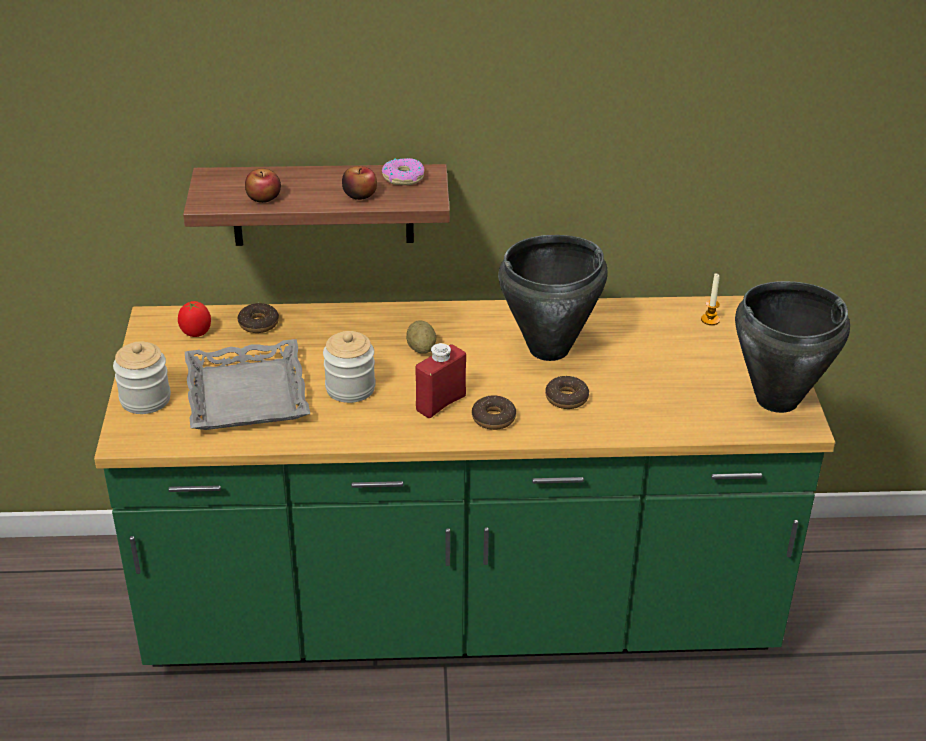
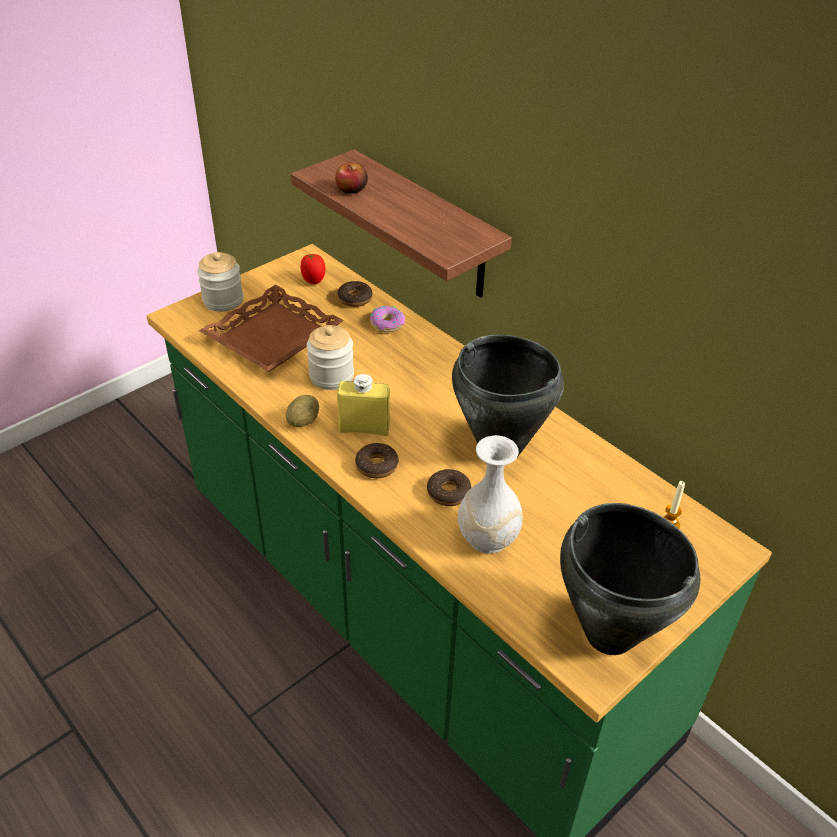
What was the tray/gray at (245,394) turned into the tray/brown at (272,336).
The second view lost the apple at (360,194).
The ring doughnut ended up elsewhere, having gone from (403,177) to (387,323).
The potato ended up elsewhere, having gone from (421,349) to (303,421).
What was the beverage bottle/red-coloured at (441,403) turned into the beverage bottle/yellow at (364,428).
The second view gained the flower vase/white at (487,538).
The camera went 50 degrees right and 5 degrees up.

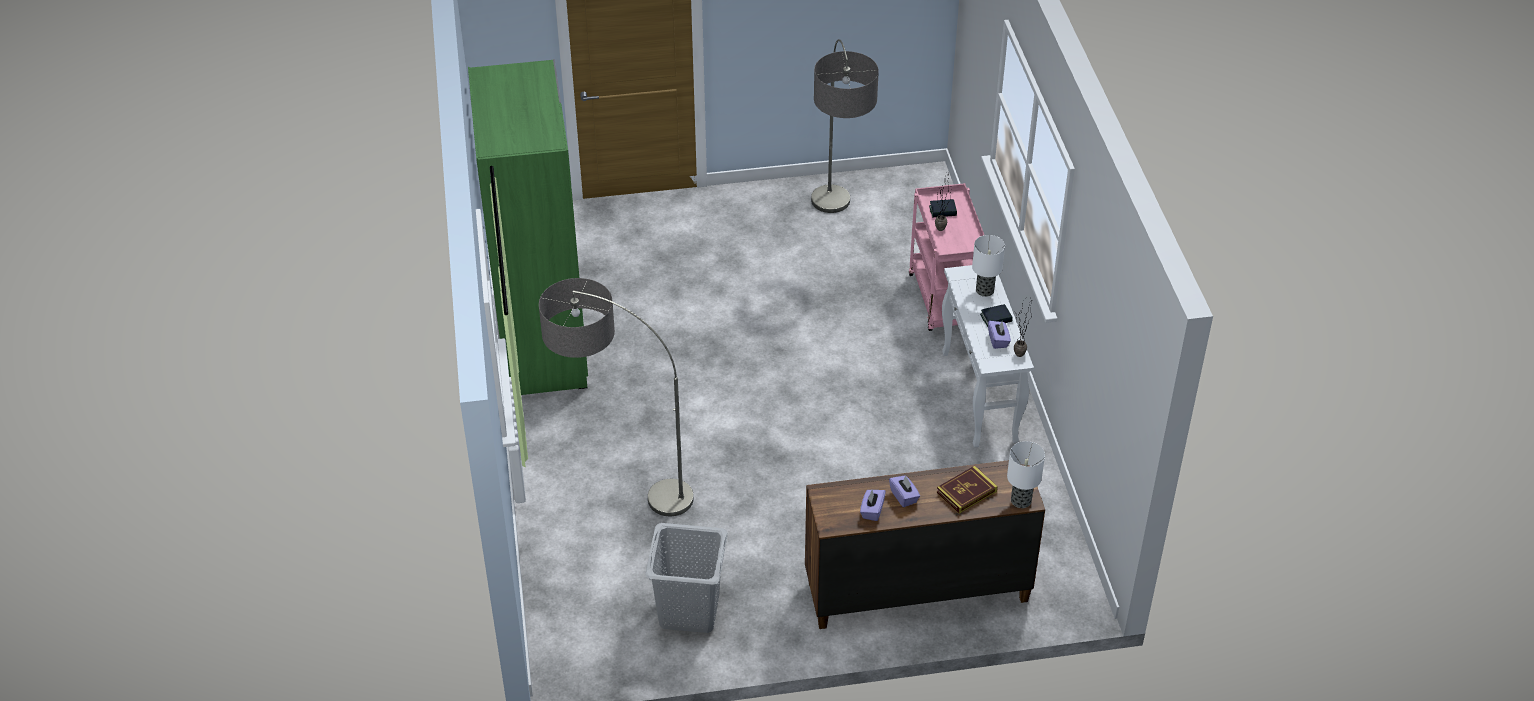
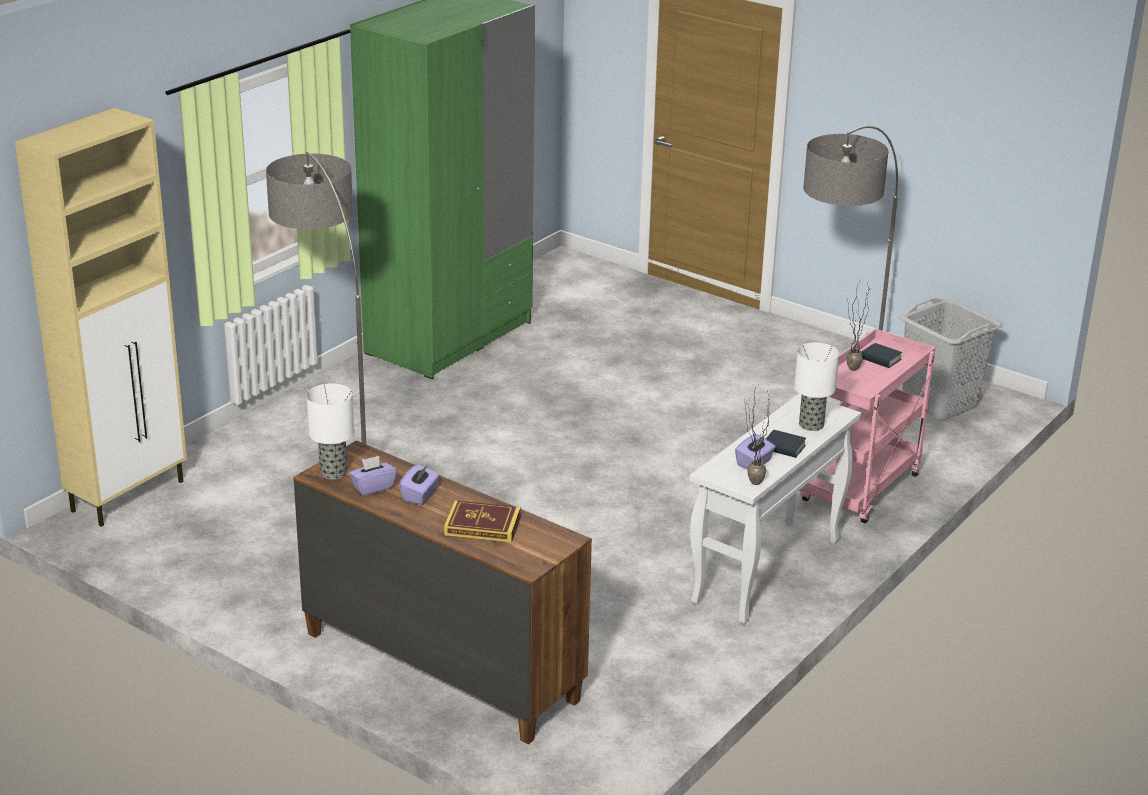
The laundry basket/gray ended up elsewhere, having gone from (689,610) to (939,403).
The table lamp ended up elsewhere, having gone from (1020,500) to (334,472).
The second view gained the storage cabinet/sand-coloured at (129,495).
The camera went 45 degrees right and 15 degrees down.

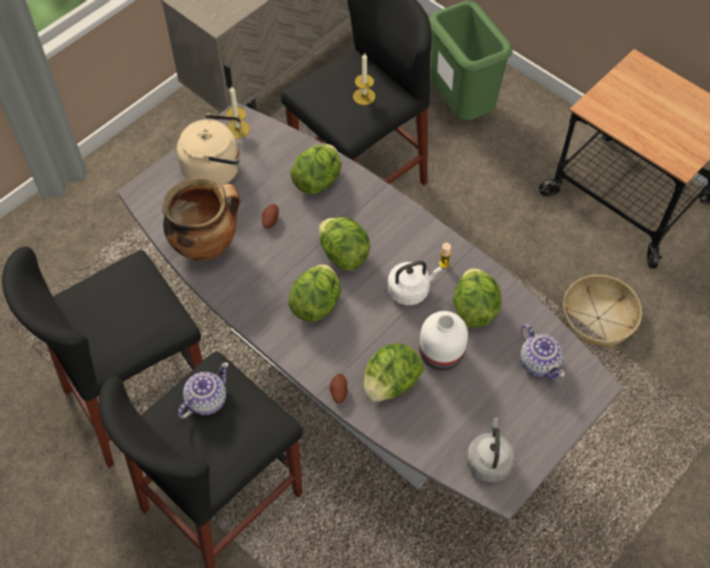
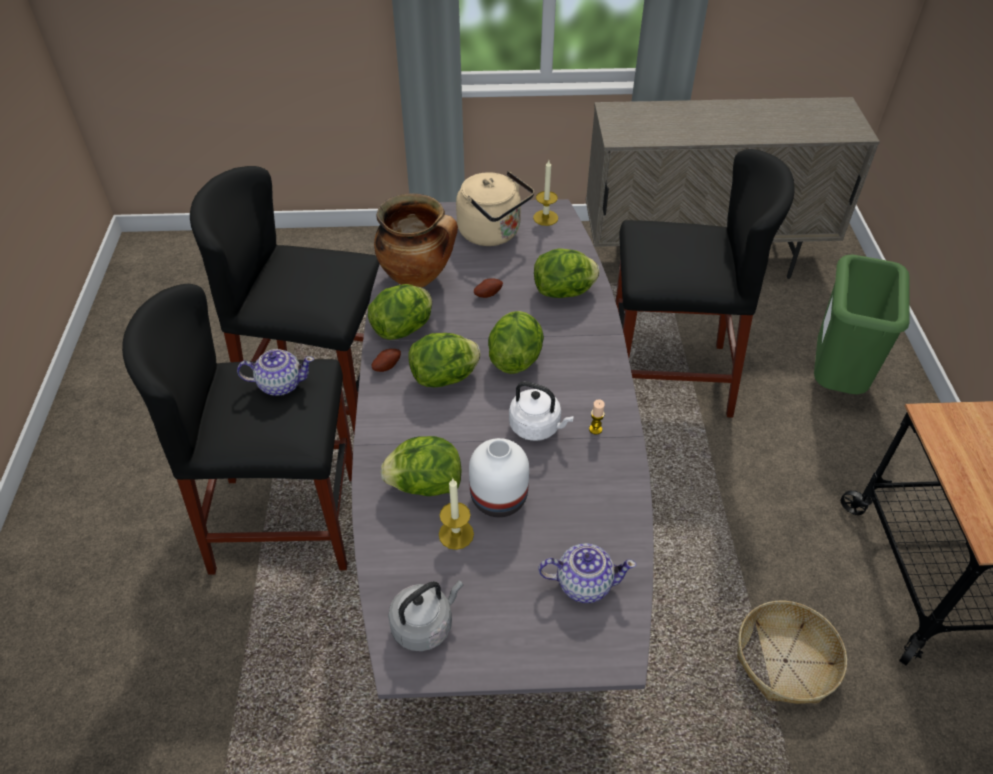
The potato ended up elsewhere, having gone from (338,392) to (386,366).
The wax candle ended up elsewhere, having gone from (364,96) to (456,534).
The head of lettuce ended up elsewhere, having gone from (474,308) to (404,328).
The teapot at (539,362) ended up facing another way, 105 degrees counterclockwise from before.
The camera went 45 degrees right and 10 degrees down.

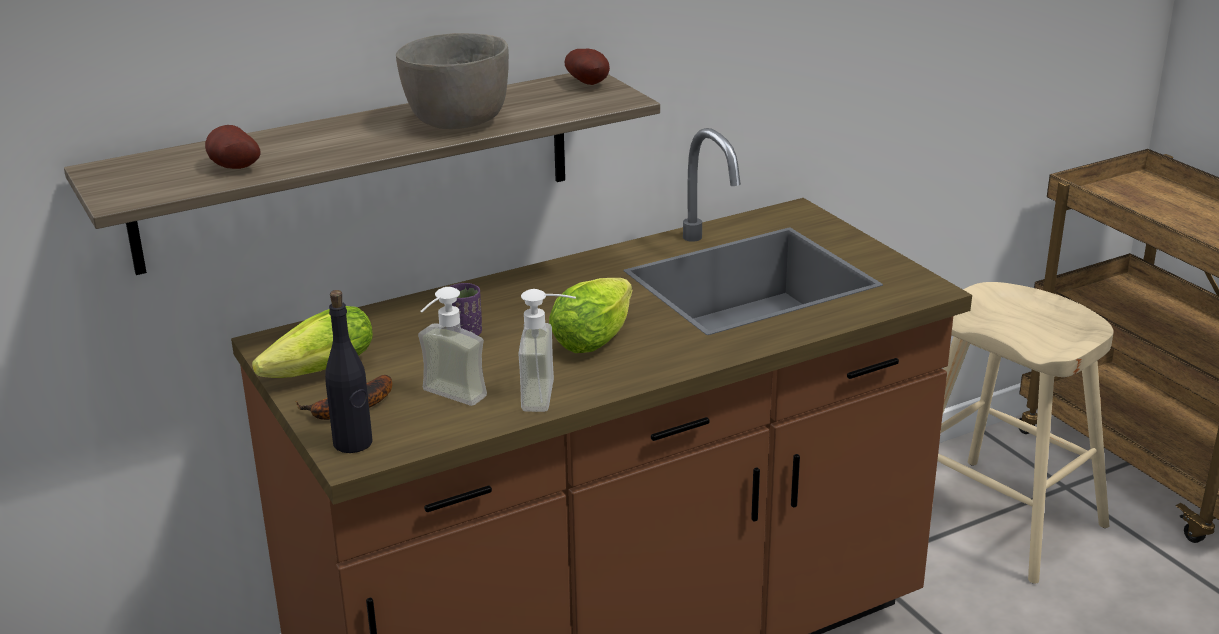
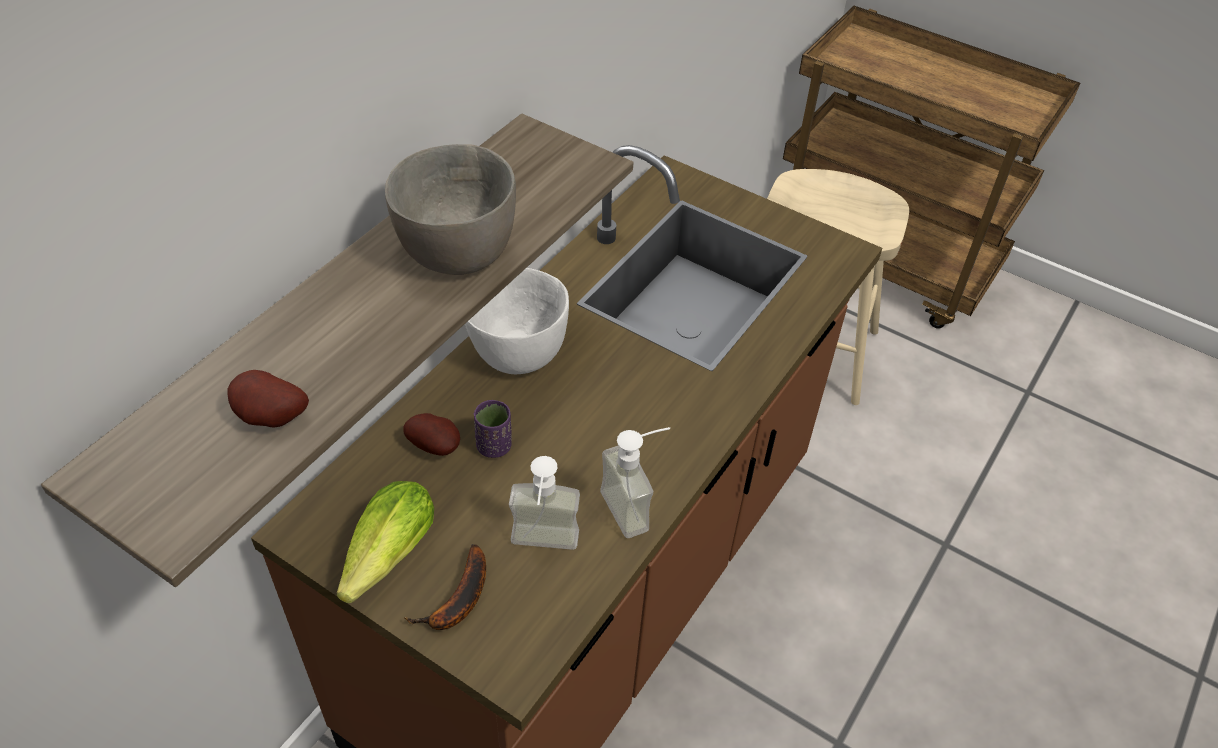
The second view lost the beverage bottle/black-coloured at (353,443).
The second view lost the head of lettuce at (597,335).
The potato ended up elsewhere, having gone from (589,83) to (436,446).
The second view gained the serving bowl/white at (516,351).
The camera went 30 degrees left and 20 degrees up.

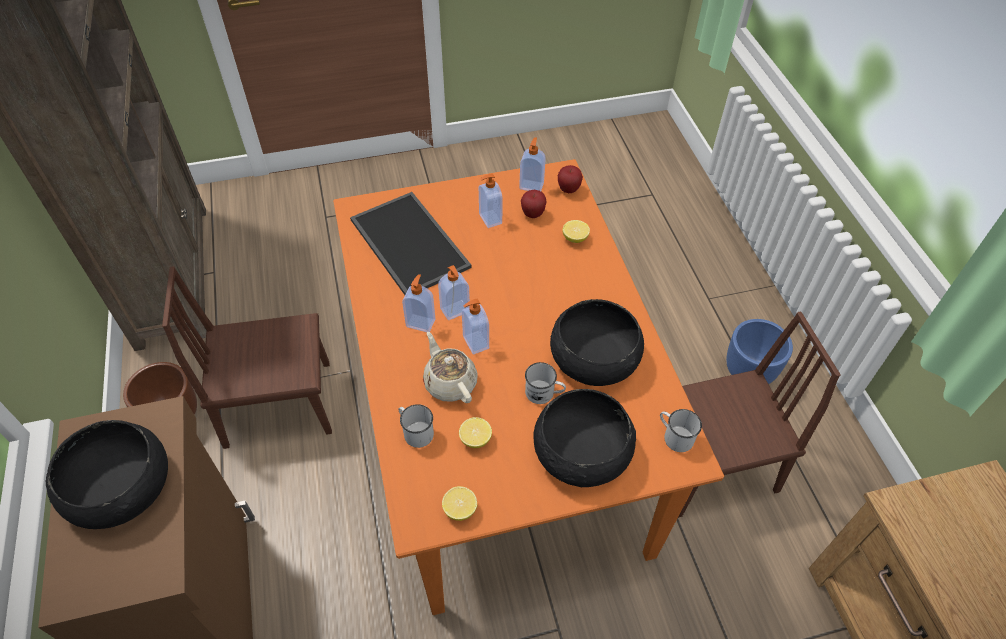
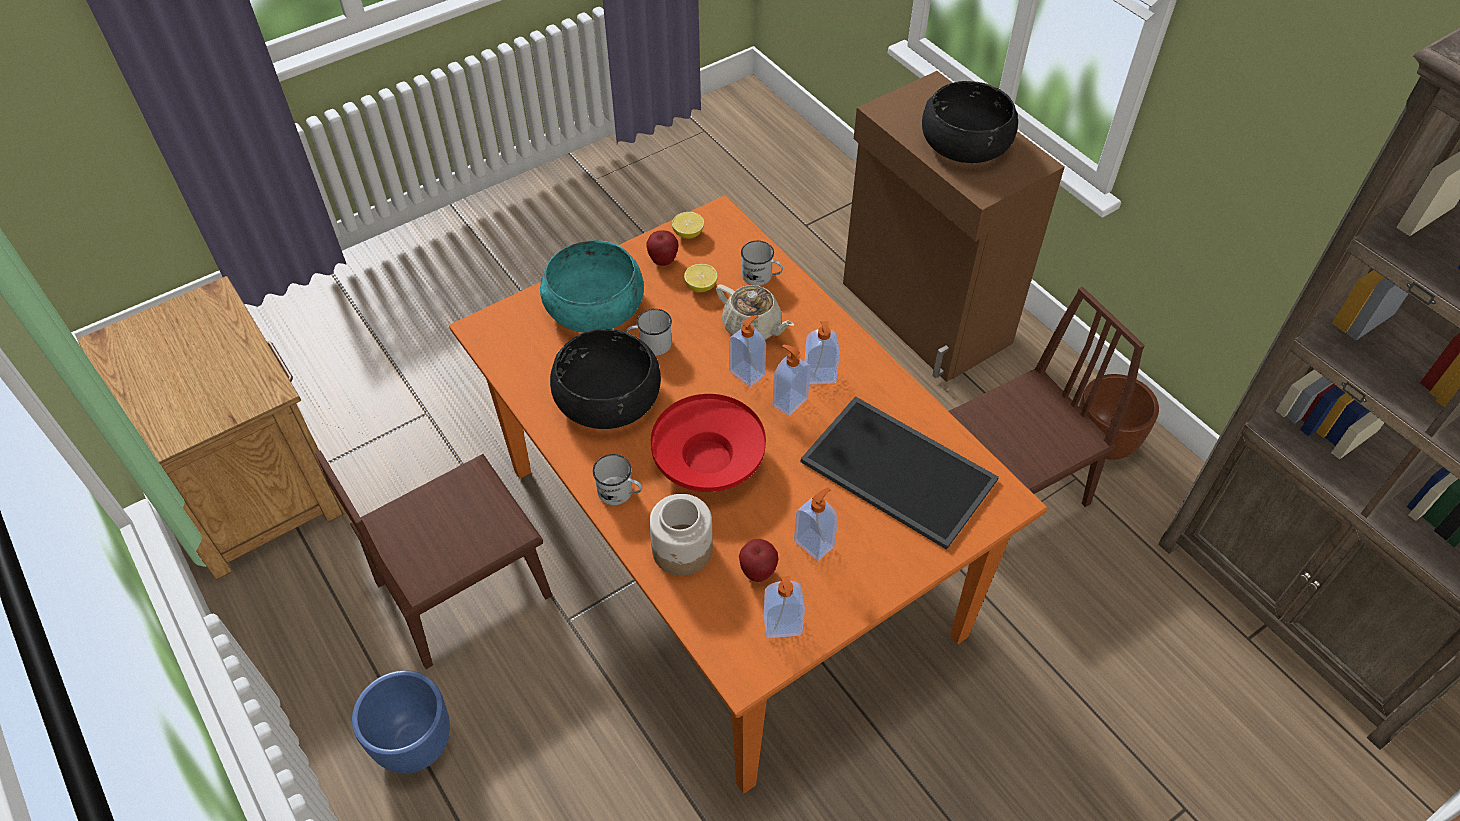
What was the serving bowl/black-coloured at (582,450) turned into the serving bowl/turquoise at (594,306).
The apple ended up elsewhere, having gone from (568,190) to (663,261).
Where the lemon stood at (575,238), the jar came to stand at (682,550).
The coffee mug/white ended up elsewhere, having gone from (674,436) to (620,493).
The second view gained the serving bowl/red-coloured at (708,460).
The camera went 160 degrees right and 0 degrees up.

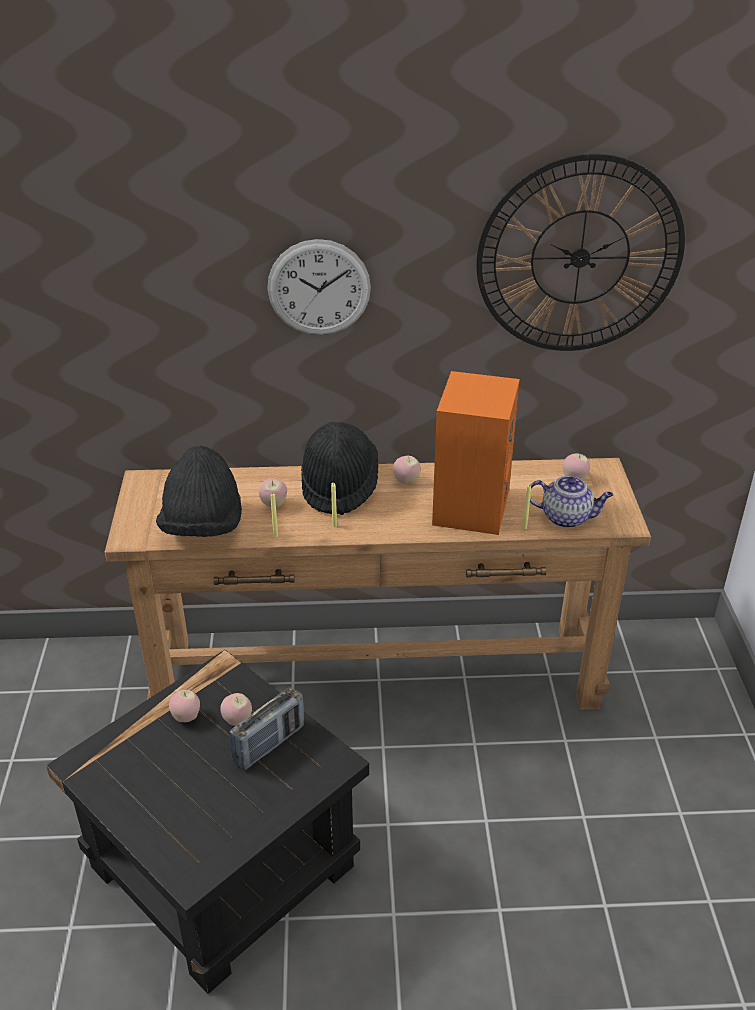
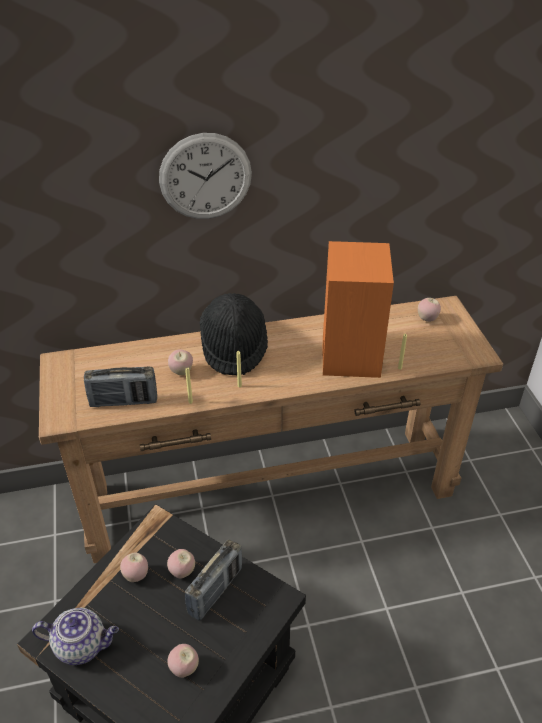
Where the wearable hat/black-coloured stood at (203,527), the radio receiver came to stand at (123,401).
The apple ended up elsewhere, having gone from (406,481) to (184,668).
The second view lost the clock on the wall at (580,257).
The teapot ended up elsewhere, having gone from (567,517) to (82,645).
The camera went 10 degrees left and 5 degrees up.

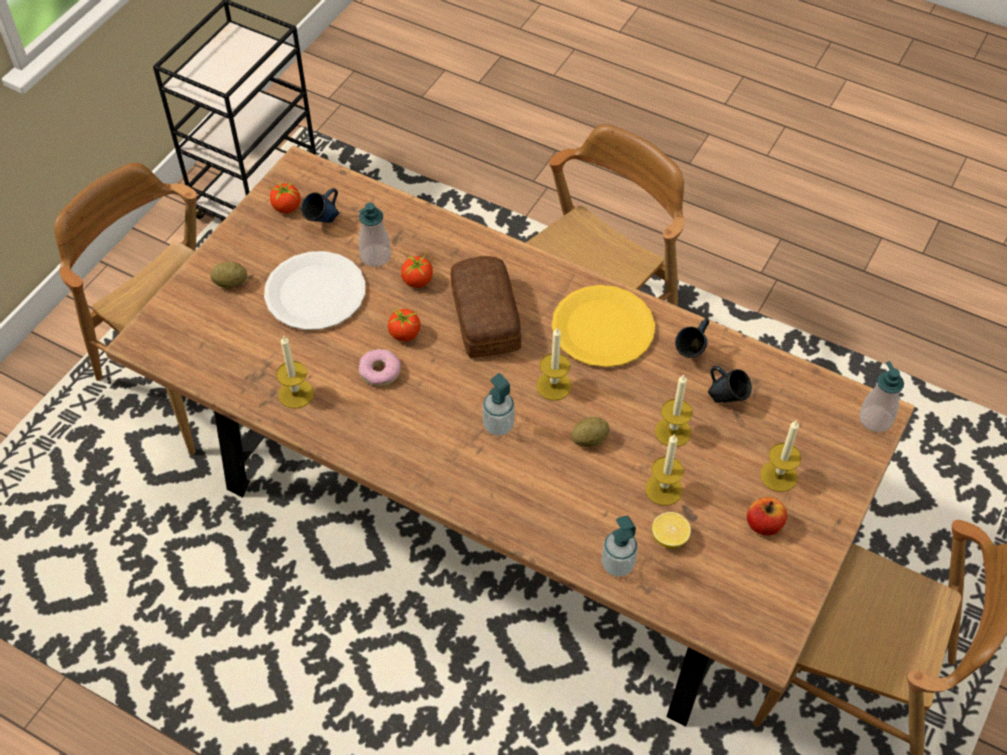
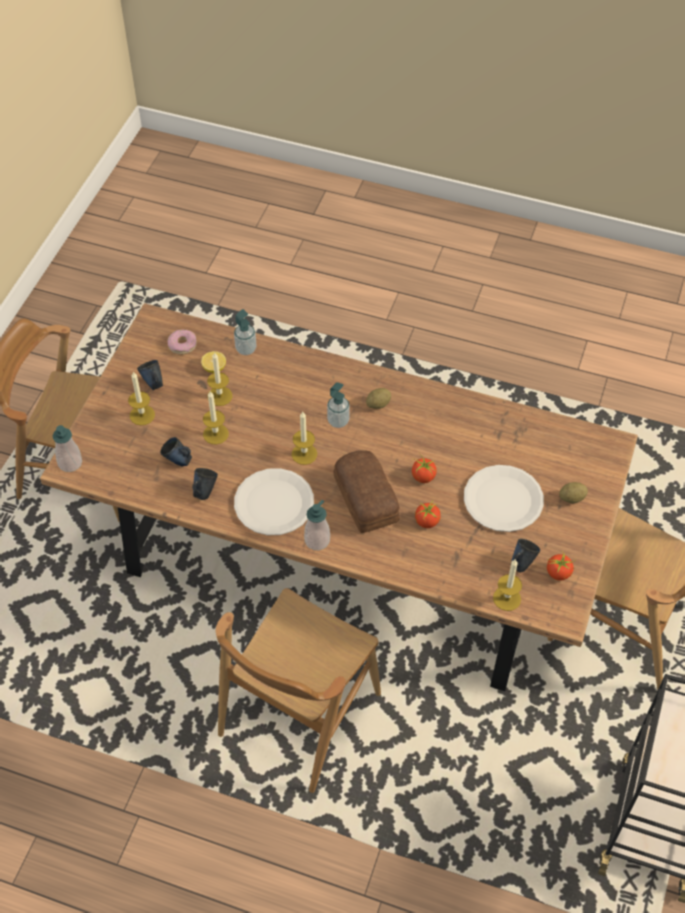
The wax candle ended up elsewhere, having gone from (296,394) to (507,598).
The soap dispenser ended up elsewhere, having gone from (375,256) to (317,540).
The ring doughnut ended up elsewhere, having gone from (380,372) to (182,345).
What was the flat dish/yellow at (603,328) turned into the flat dish/white at (273,503).
The potato ended up elsewhere, having gone from (589,439) to (378,404).
Where the apple stood at (764,525), the coffee mug/blue-coloured came to stand at (153,384).
The camera went 170 degrees right and 0 degrees up.

